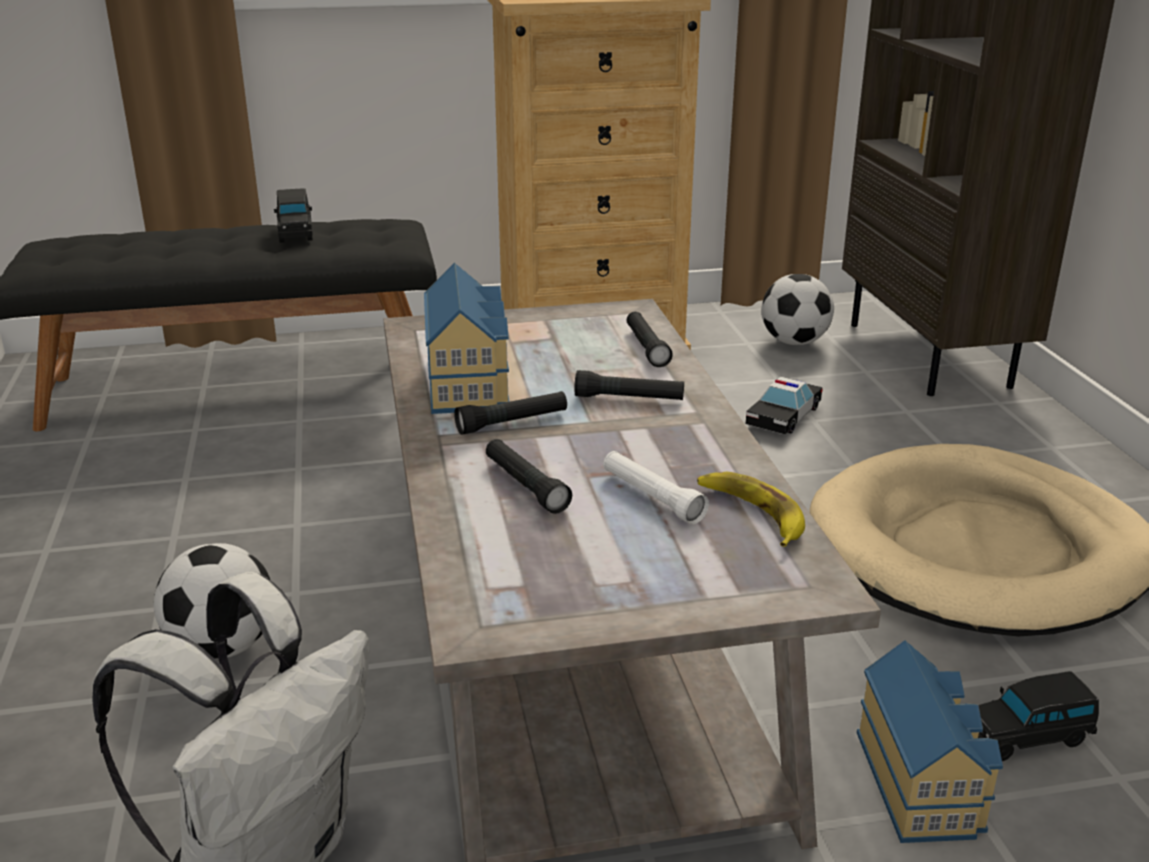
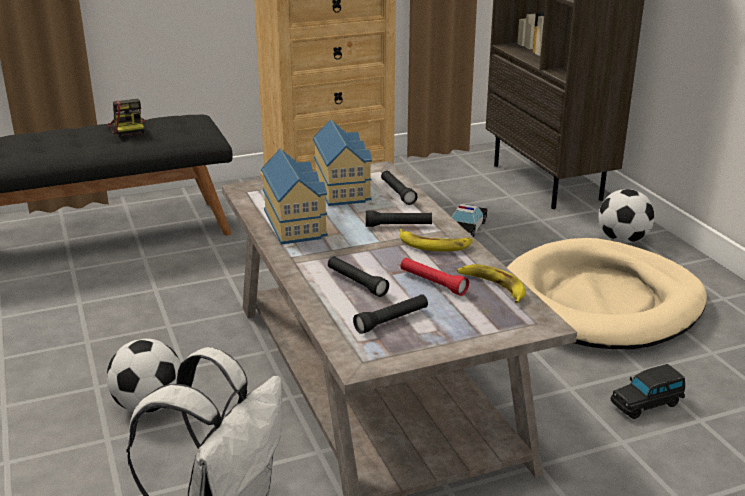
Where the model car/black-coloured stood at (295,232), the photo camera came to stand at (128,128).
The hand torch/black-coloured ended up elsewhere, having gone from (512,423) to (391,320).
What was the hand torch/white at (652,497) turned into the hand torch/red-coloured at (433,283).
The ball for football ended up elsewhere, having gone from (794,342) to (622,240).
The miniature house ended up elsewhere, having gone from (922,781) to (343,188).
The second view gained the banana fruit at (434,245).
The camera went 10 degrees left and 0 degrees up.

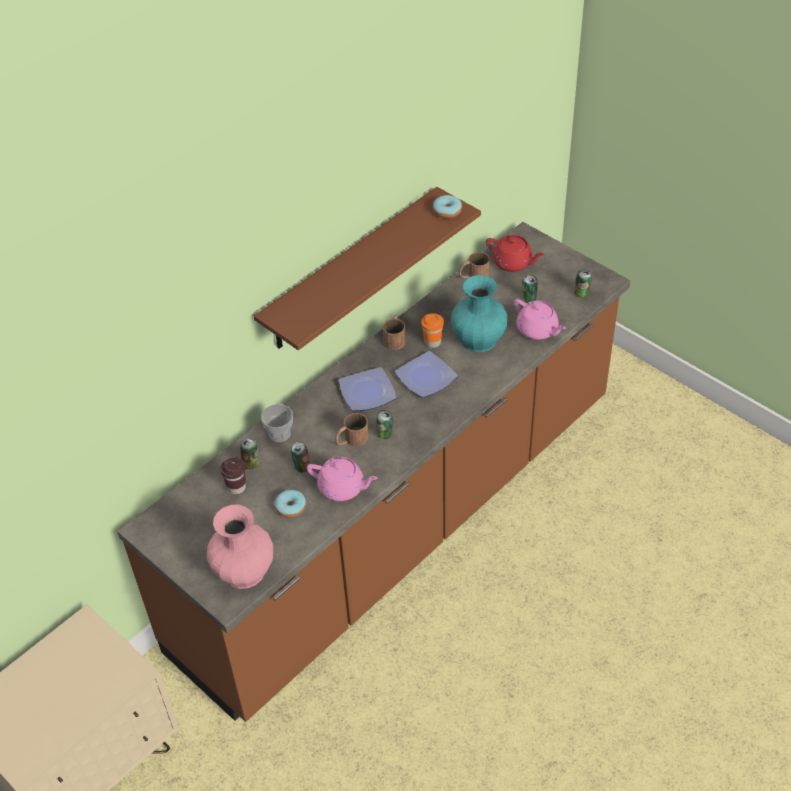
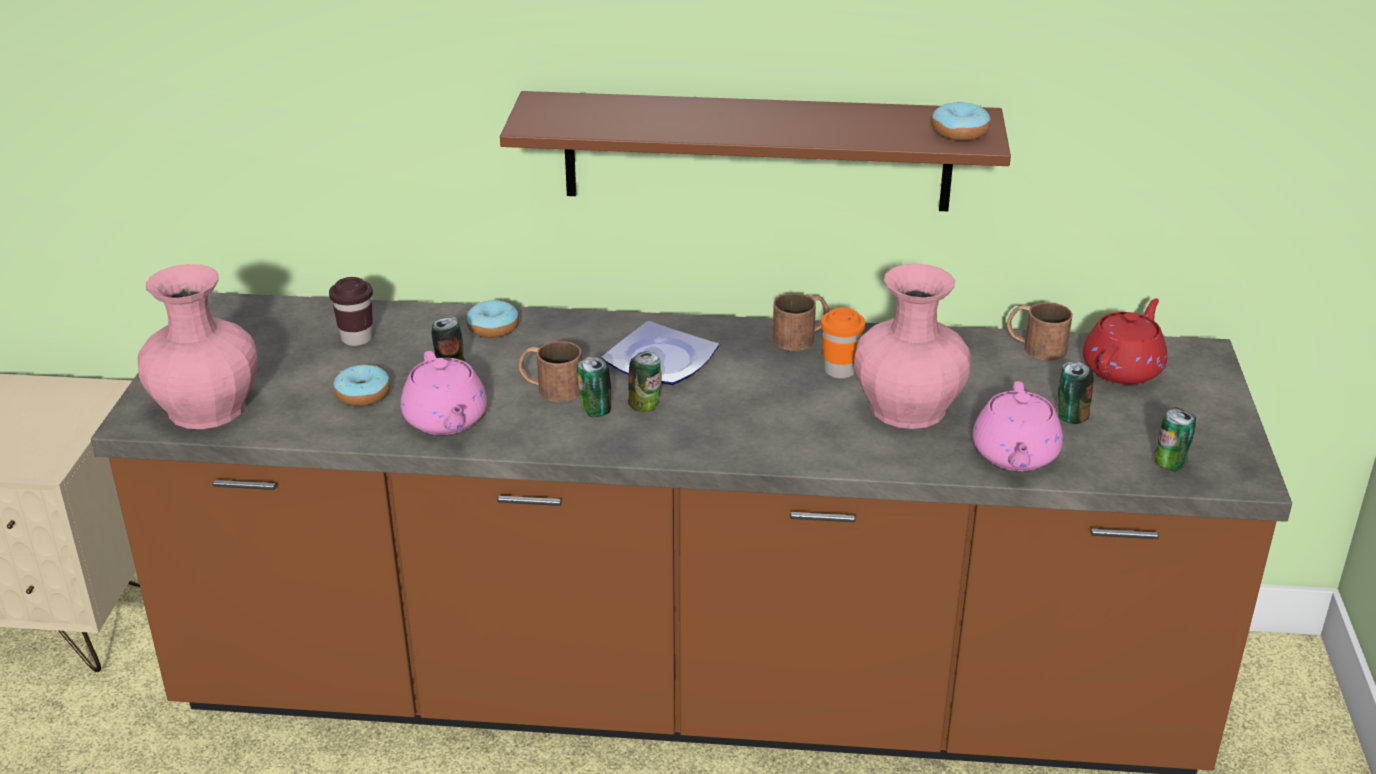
The can ended up elsewhere, having gone from (251,463) to (646,406).
Where the cup stood at (279,434), the ring doughnut came to stand at (493,328).
The second view lost the flat dish at (426,377).
What was the flower vase/turquoise at (479,339) turned into the flower vase/pinkish at (907,409).
The teapot/red-coloured at (513,263) ended up facing another way, 135 degrees counterclockwise from before.
The camera went 50 degrees right and 15 degrees down.

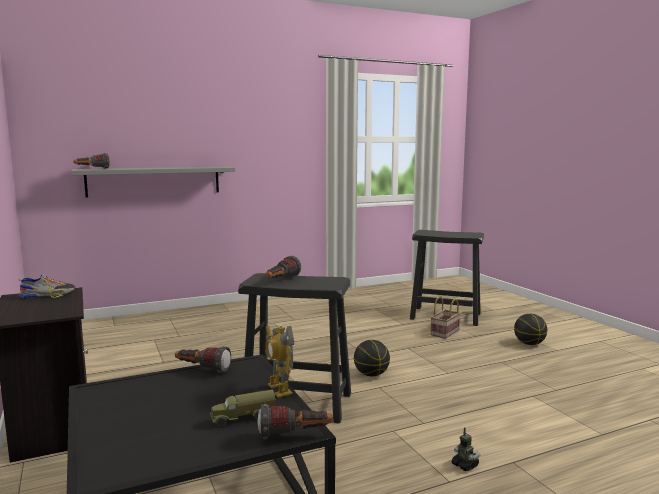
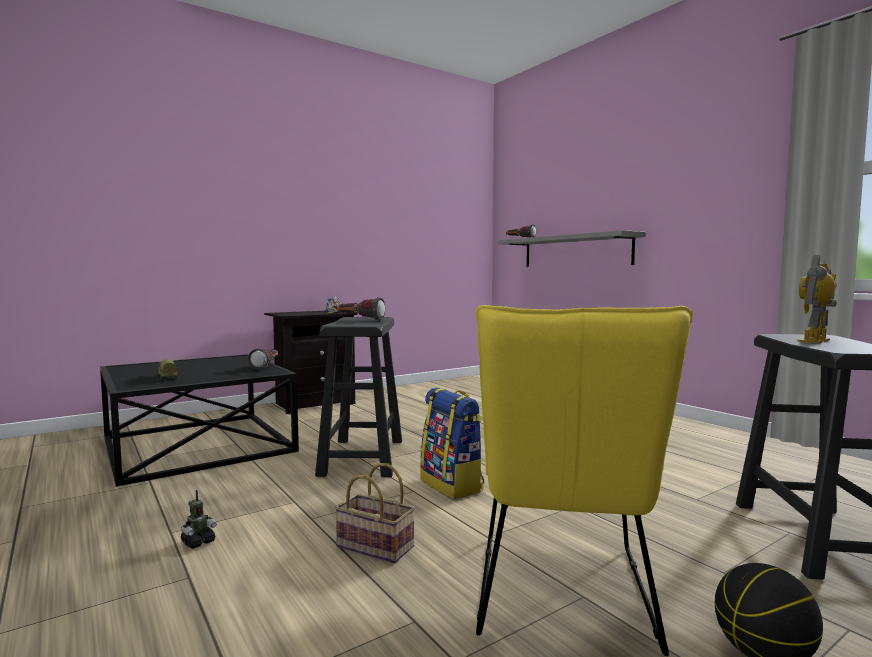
The second view lost the hand torch at (295,435).
The toy robot ended up elsewhere, having gone from (279,389) to (815,341).
Where the basketball ball stood at (371,374), the rucksack came to stand at (452,485).
The storage basket ended up elsewhere, having gone from (445,333) to (373,547).
The second view gained the upright chair/yellow at (562,598).
The camera went 80 degrees right and 5 degrees down.

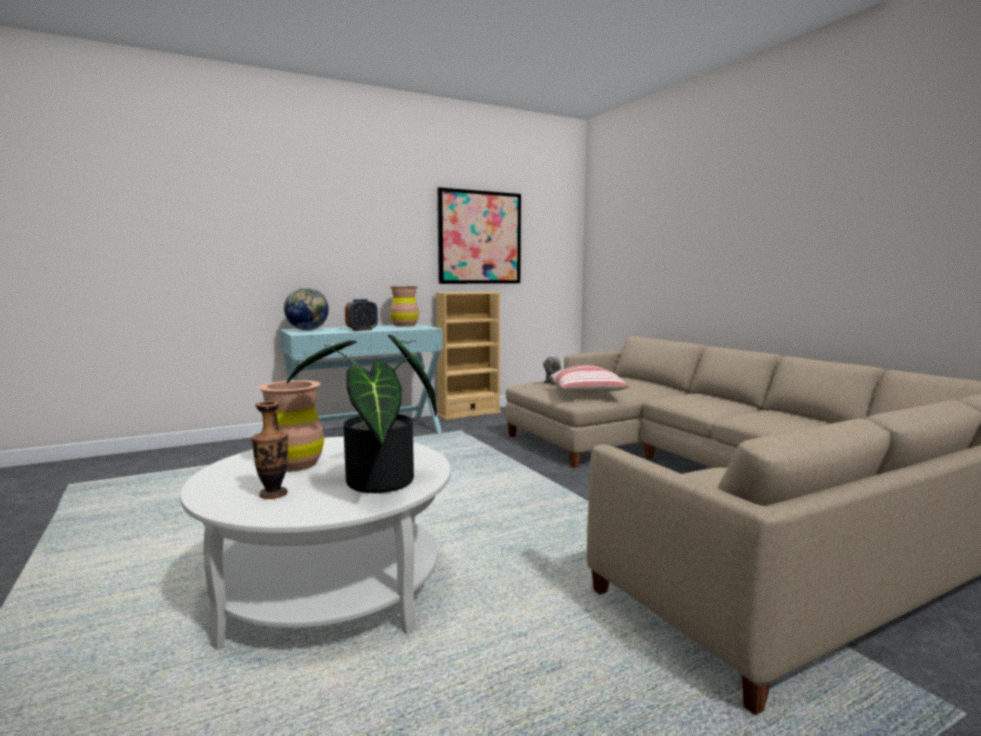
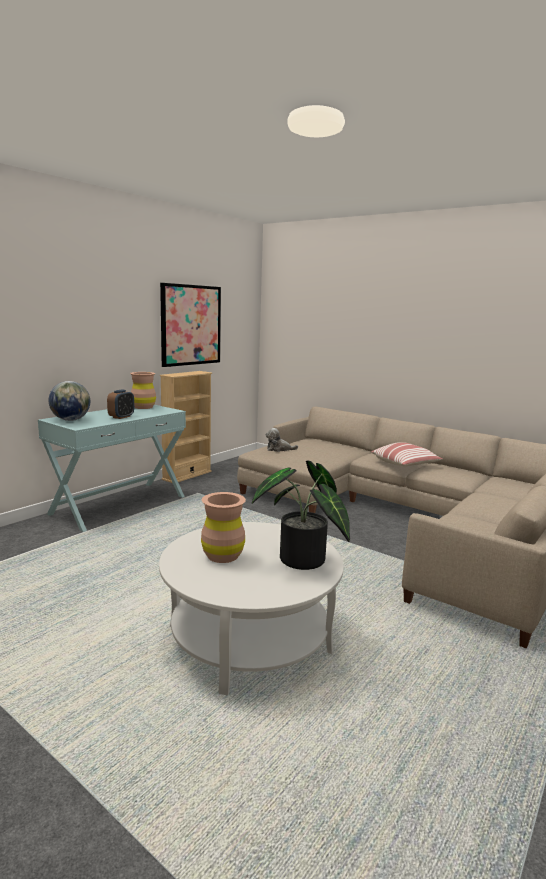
The second view lost the flower vase at (273,494).
The throw pillow ended up elsewhere, having gone from (587,394) to (405,465).
The camera went 25 degrees left and 5 degrees up.

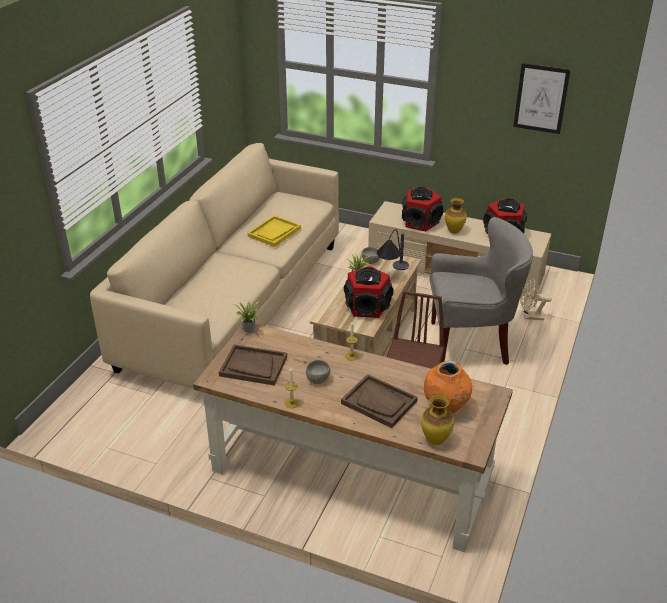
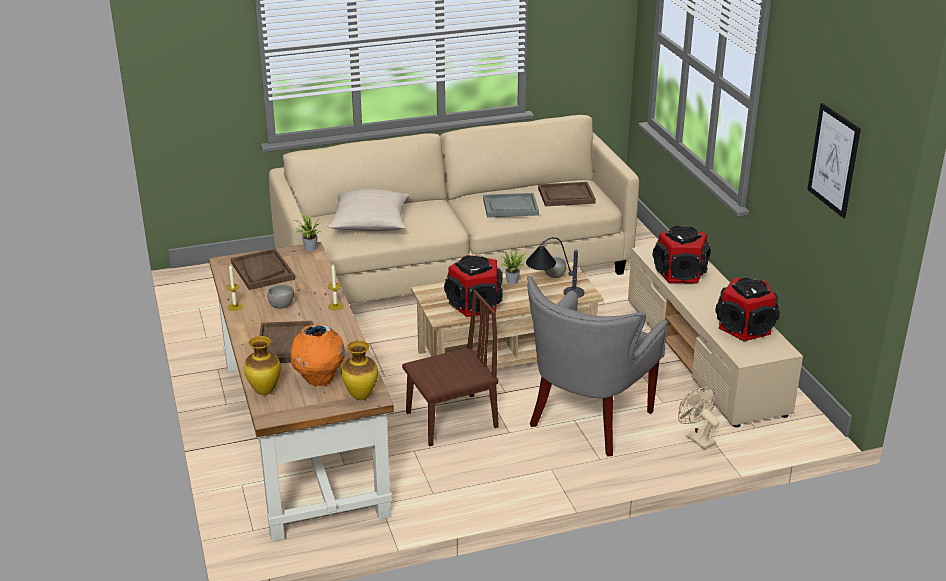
What was the tray/yellow at (274,232) turned into the tray/gray at (510,207).
The easy chair/gray at (471,344) ended up facing another way, 75 degrees clockwise from before.
The flower vase ended up elsewhere, having gone from (454,231) to (361,396).
The second view gained the throw pillow/sand-coloured at (370,223).
The second view gained the tray/brown at (566,196).
The camera went 50 degrees right and 5 degrees down.

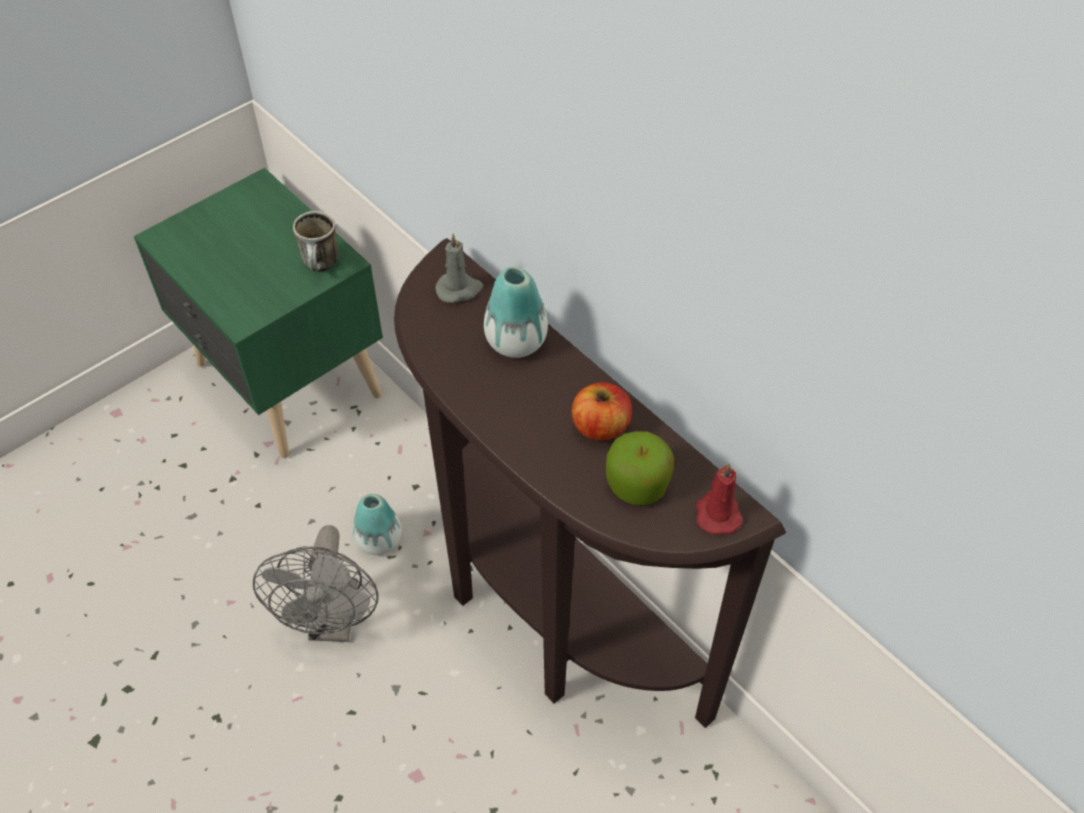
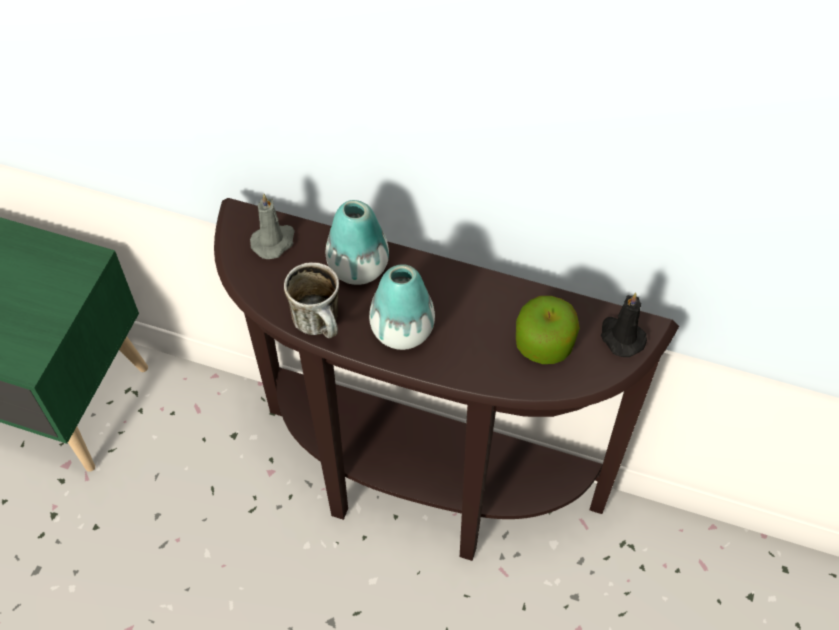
The second view lost the electric fan/gray at (333,622).
The coffee mug ended up elsewhere, having gone from (322,266) to (322,325).
The flower vase ended up elsewhere, having gone from (379,540) to (402,330).
The second view lost the apple at (600,426).
What was the wax candle/red-coloured at (717,512) turned into the wax candle/black-coloured at (621,336).
The camera went 30 degrees left and 5 degrees up.

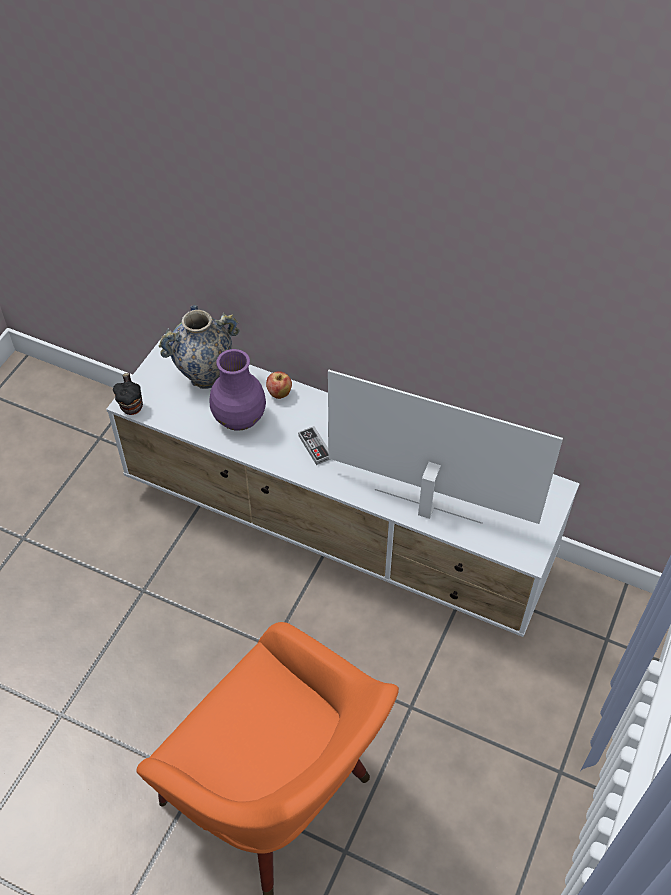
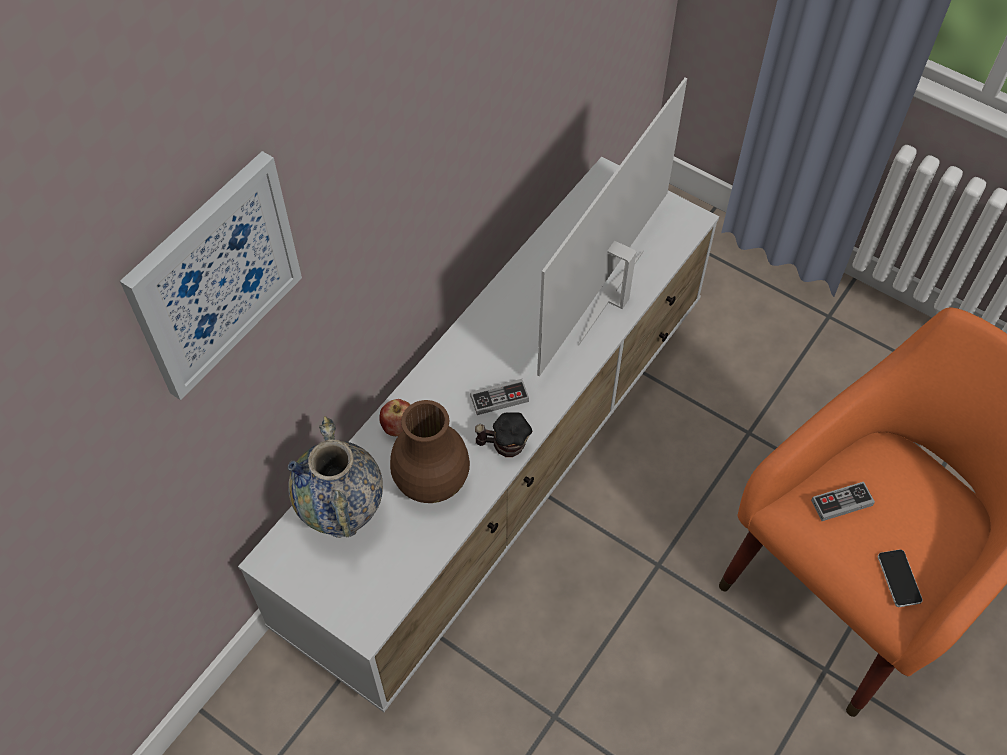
The coffee mug ended up elsewhere, having gone from (131,404) to (503,445).
What was the flower vase/purple at (238,418) turned into the flower vase/brown at (431,482).
The second view gained the wall art at (214,276).
The second view gained the gamepad at (841,503).
The second view gained the phone at (899,578).
The camera went 80 degrees left and 5 degrees up.

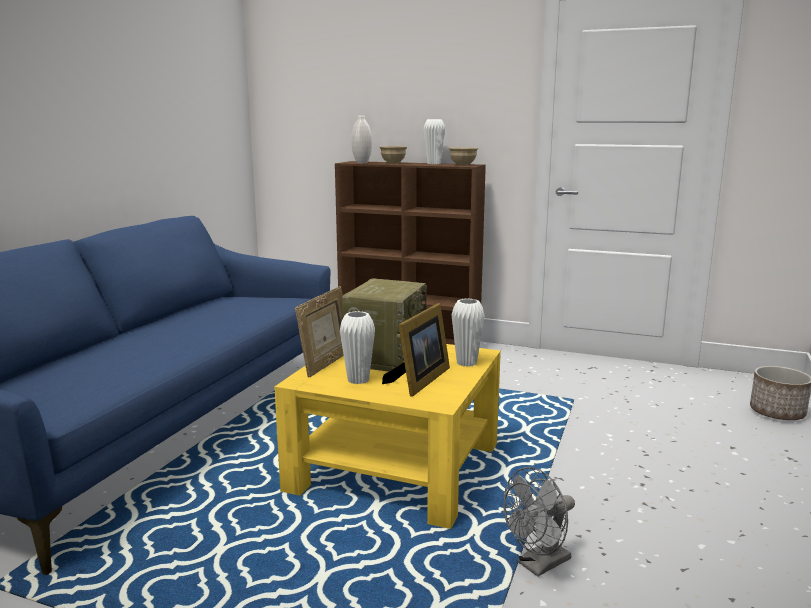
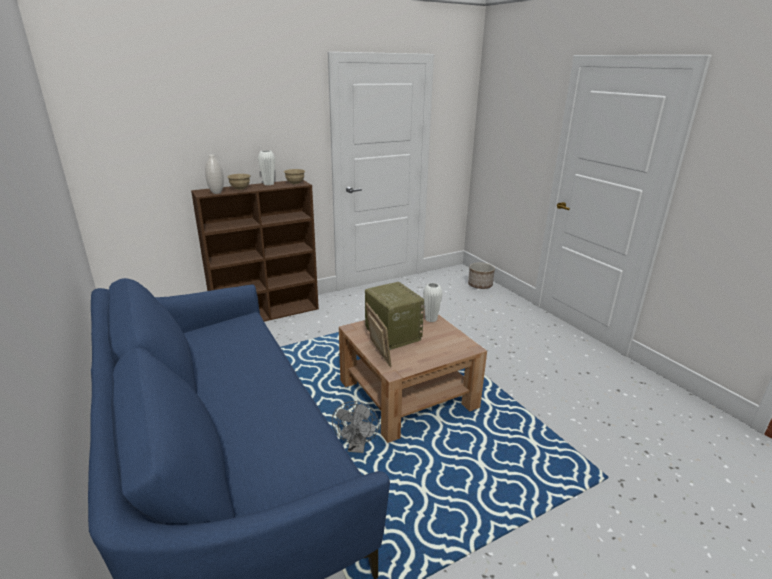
What was the coffee table/yellow at (396,467) turned into the coffee table/brown at (407,394).
The second view lost the flower vase/white at (358,380).
The second view lost the photo frame at (419,380).
The electric fan/gray ended up elsewhere, having gone from (538,565) to (357,447).
The camera went 50 degrees left and 10 degrees up.

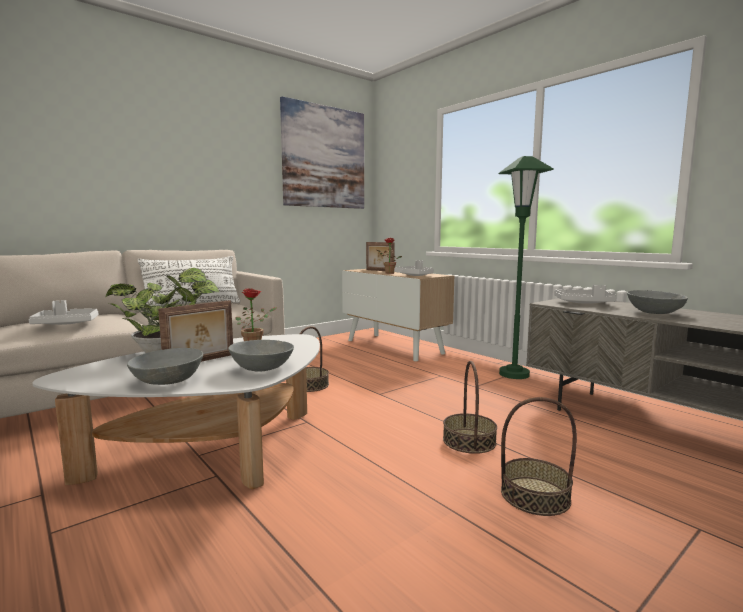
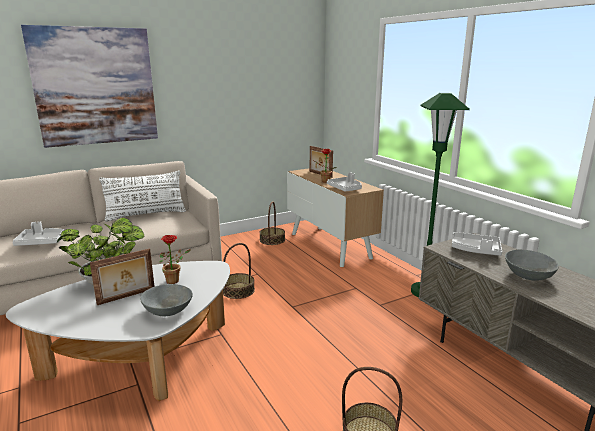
The second view lost the serving bowl/gray at (168,380).
The wall art ended up elsewhere, having gone from (324,157) to (95,87).
The storage basket ended up elsewhere, having gone from (469,441) to (272,240).
The camera went 10 degrees right and 10 degrees up.

